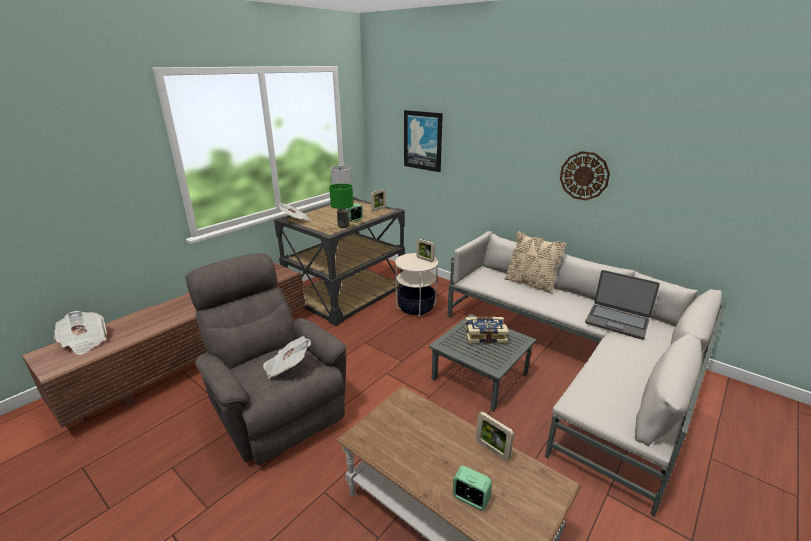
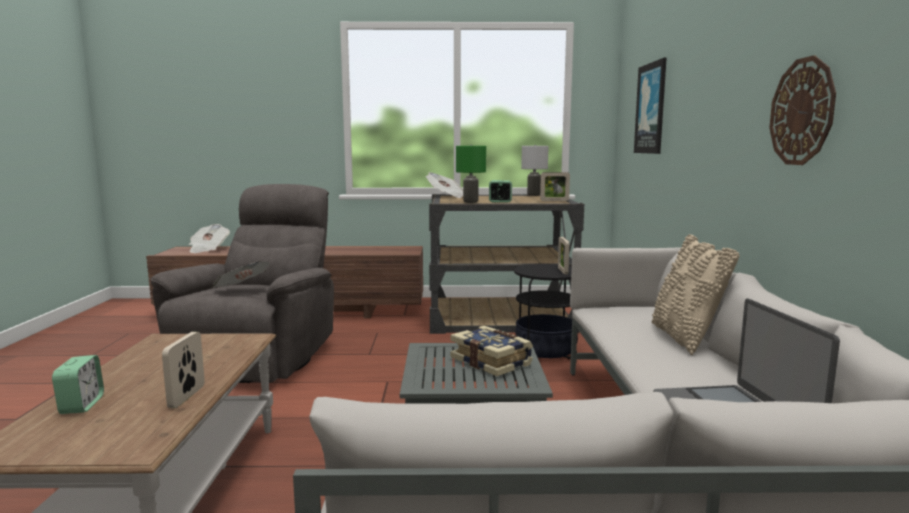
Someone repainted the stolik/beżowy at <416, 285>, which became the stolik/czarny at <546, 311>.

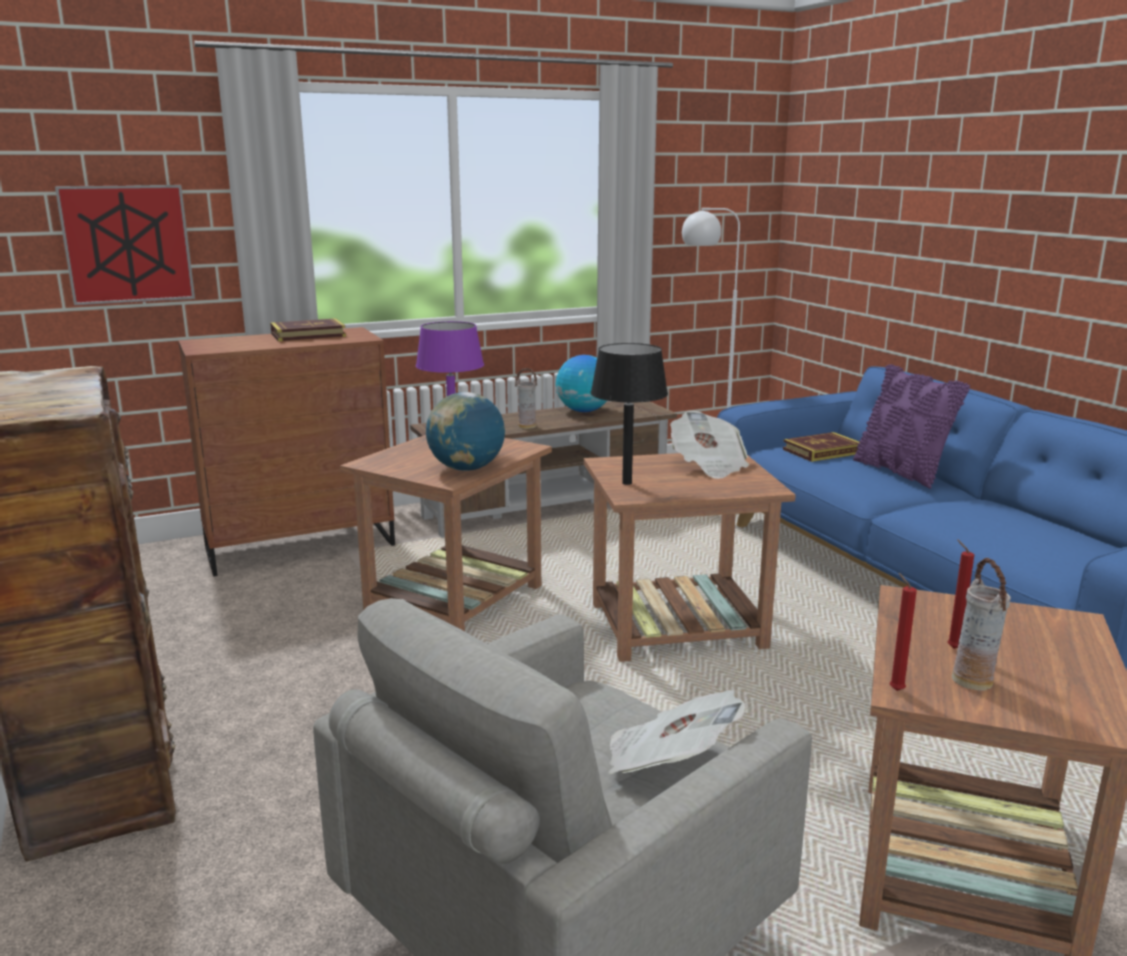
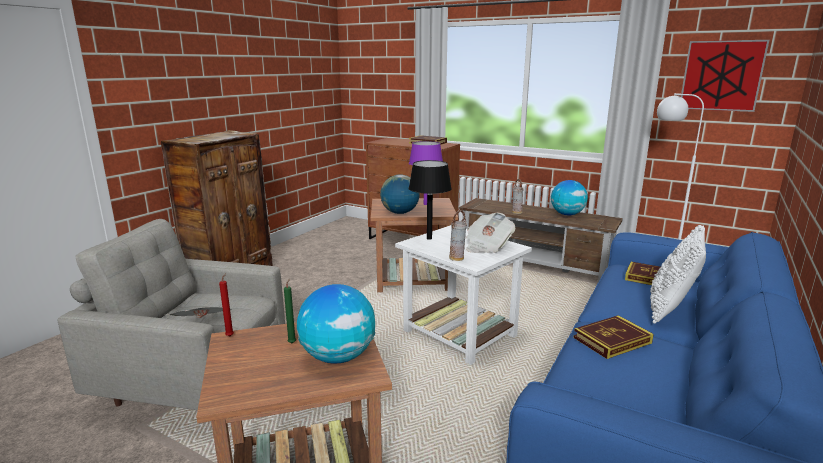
Someone repainted the świeca/czerwony at <960, 594>, which became the świeca/zielony at <290, 310>.
Someone put down the globus at <336, 324>.
Someone repainted the stolik/brązowy at <690, 557>, which became the stolik/biały at <463, 295>.
Someone carried the wazon from <981, 624> to <458, 235>.
Someone put down the książka at <613, 337>.
Someone repainted the poduszka/fioletowy at <911, 426>, which became the poduszka/biały at <678, 274>.
Someone carried the obraz from <125, 245> to <725, 76>.

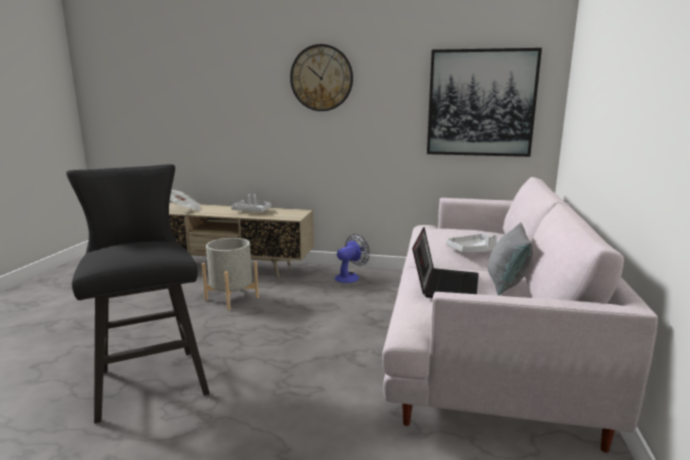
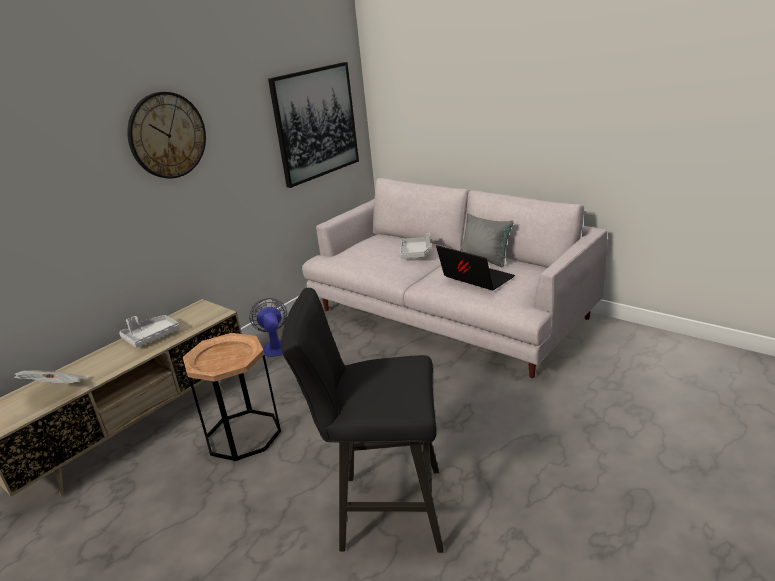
Someone swapped the donica/szary at <230, 274> for the stolik/brązowy at <232, 397>.

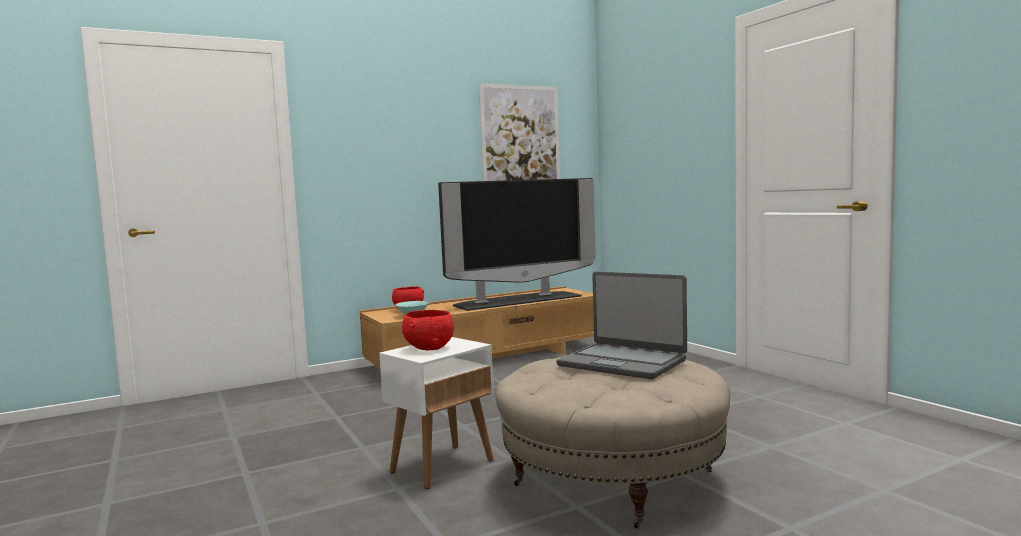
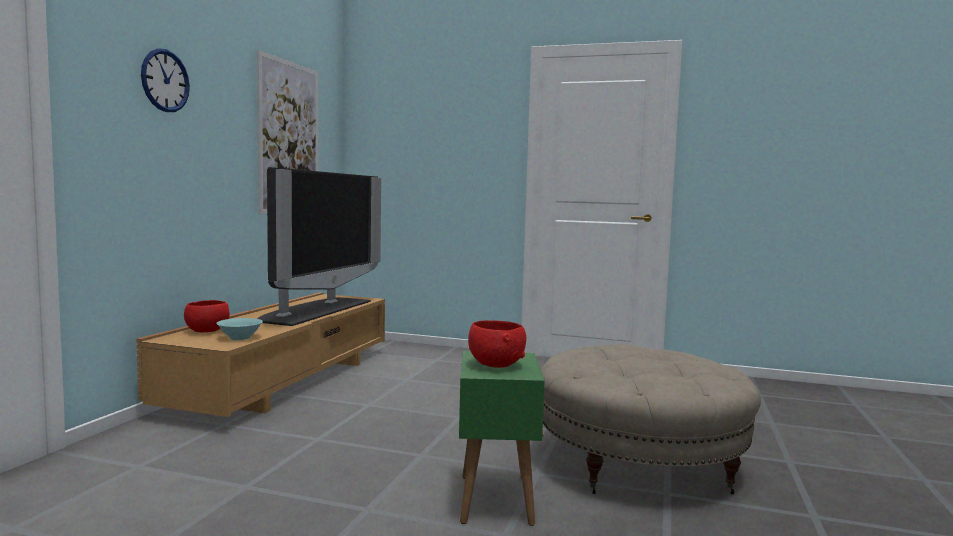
Someone put up the zegar ścienny at <165, 80>.
Someone repainted the stolik/biały at <436, 413>, which became the stolik/zielony at <502, 438>.
Someone took away the laptop at <622, 325>.

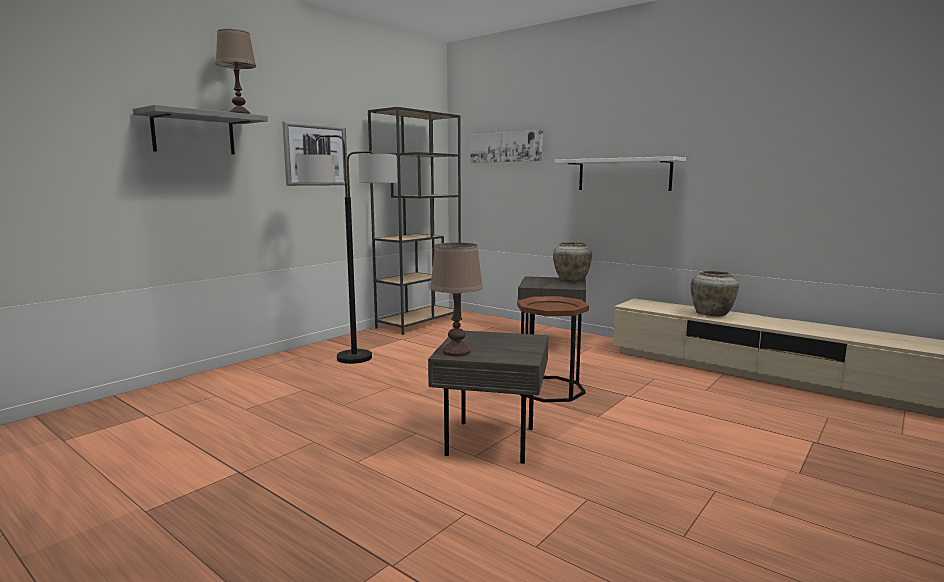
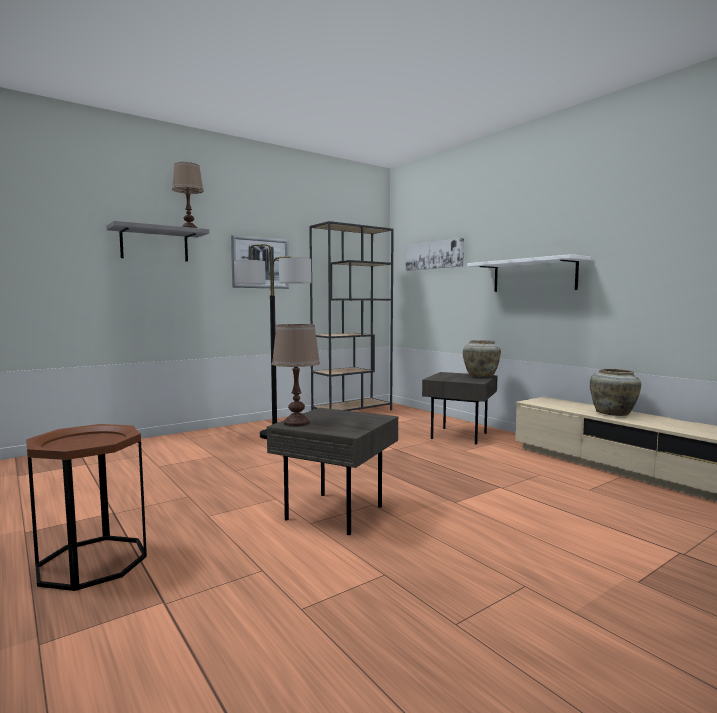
Someone carried the stolik/brązowy from <553, 349> to <86, 507>.

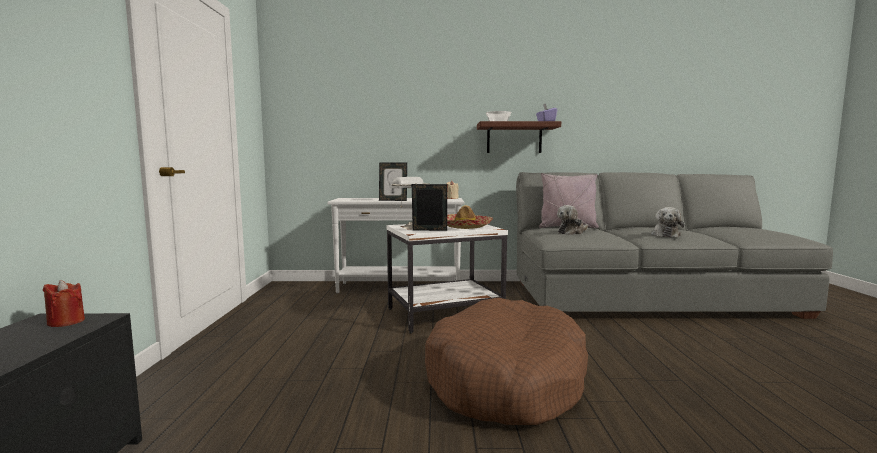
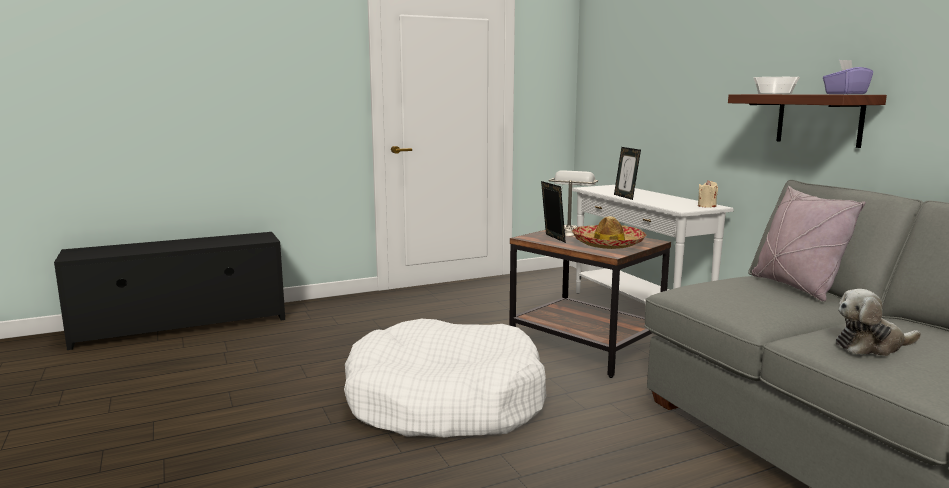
Someone repainted the legowisko/brązowy at <506, 361>, which became the legowisko/biały at <445, 378>.
Someone repainted the stolik/biały at <447, 278>, which became the stolik/brązowy at <590, 302>.
Someone took away the świeca/czerwony at <64, 303>.
Someone took away the pluszak at <572, 220>.

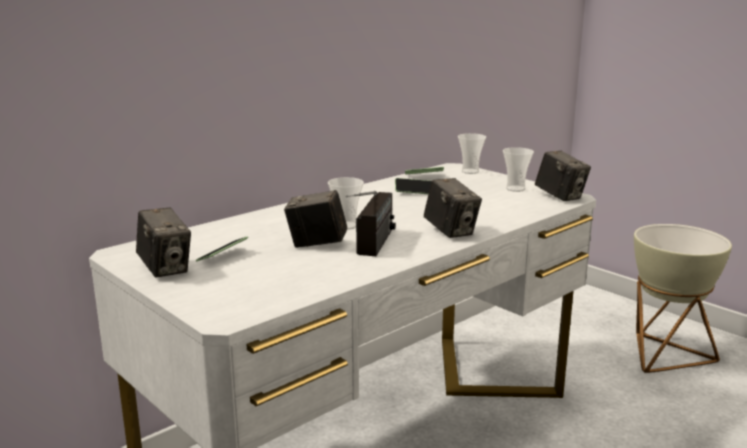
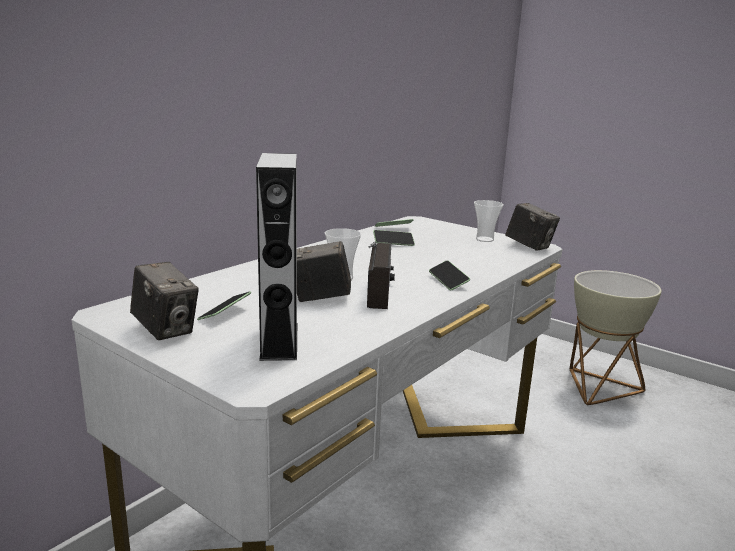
Someone put down the głośnik/szary at <276, 257>.
Someone swapped the aparat fotograficzny at <453, 208> for the telefon at <449, 275>.
Someone took away the filiżanka at <472, 153>.

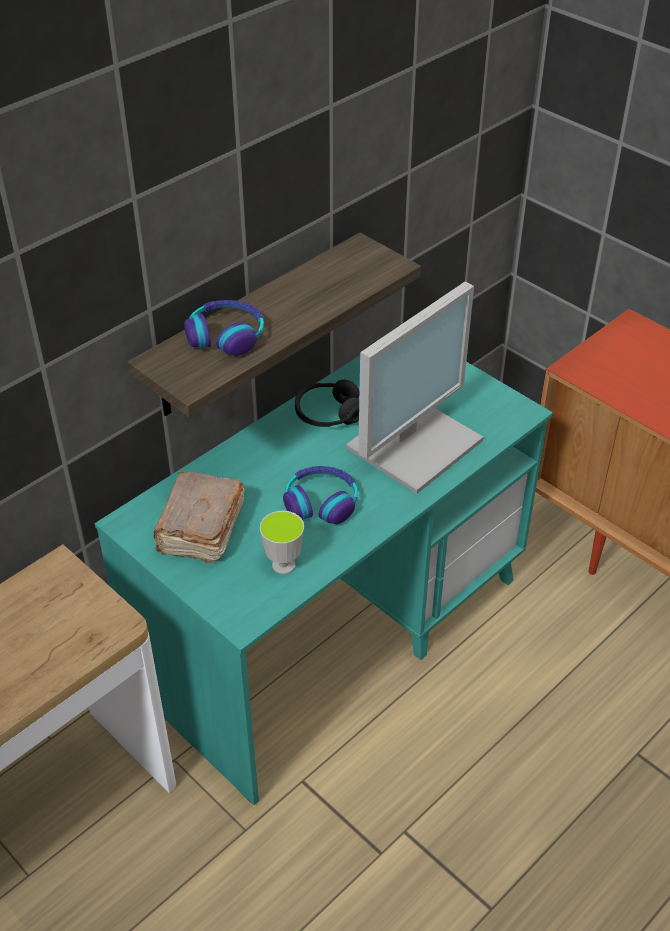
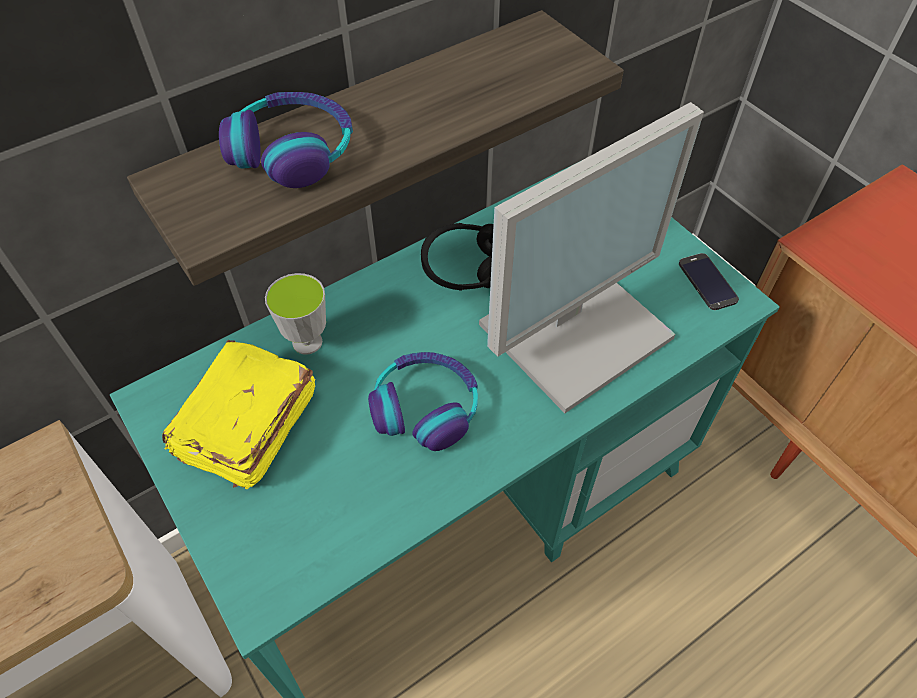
Someone repainted the książka/brązowy at <199, 518>, which became the książka/żółty at <238, 414>.
Someone carried the filiżanka from <282, 542> to <295, 314>.
Someone put down the telefon at <709, 281>.

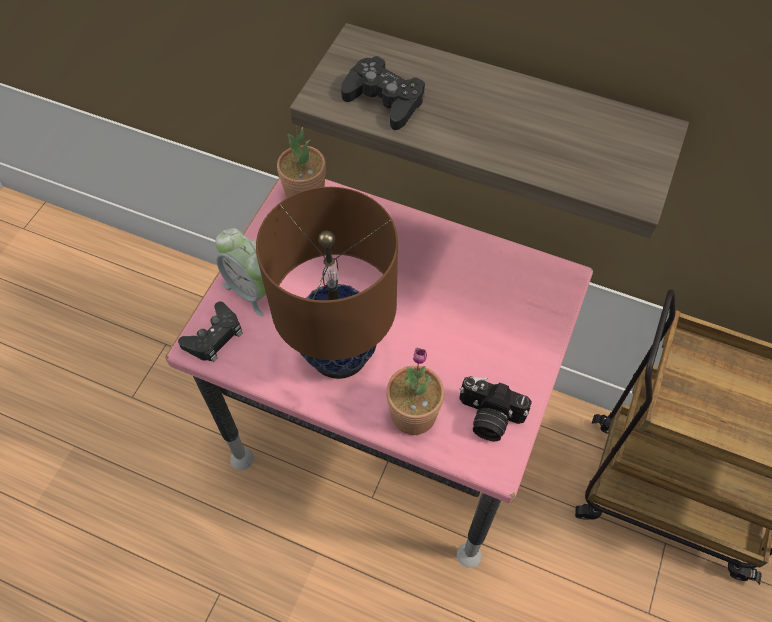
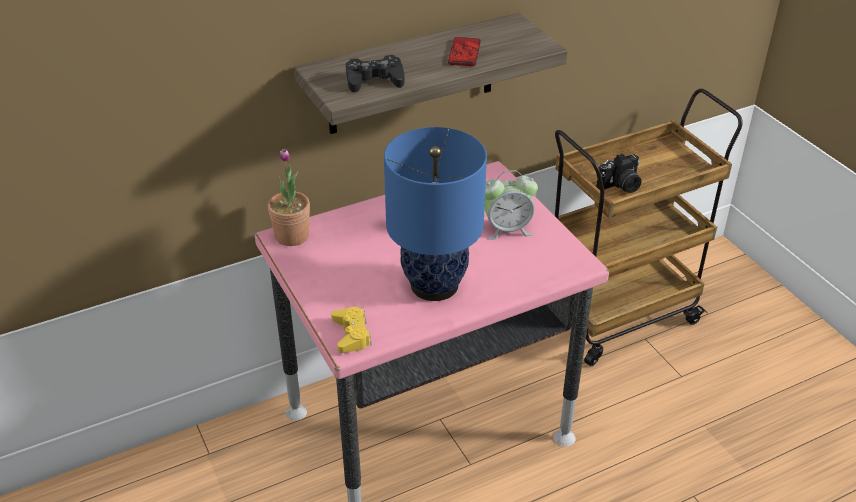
Someone repainted the pad do gier/czarny at <210, 331>, which became the pad do gier/żółty at <351, 330>.
Someone repainted the lampa stołowa/brązowy at <327, 283>, which became the lampa stołowa/niebieski at <435, 214>.
Someone put down the telefon at <464, 51>.
Someone carried the budzik from <240, 272> to <511, 205>.
Someone carried the aparat fotograficzny from <495, 408> to <618, 173>.
Someone took away the roślina doniczkowa at <415, 391>.

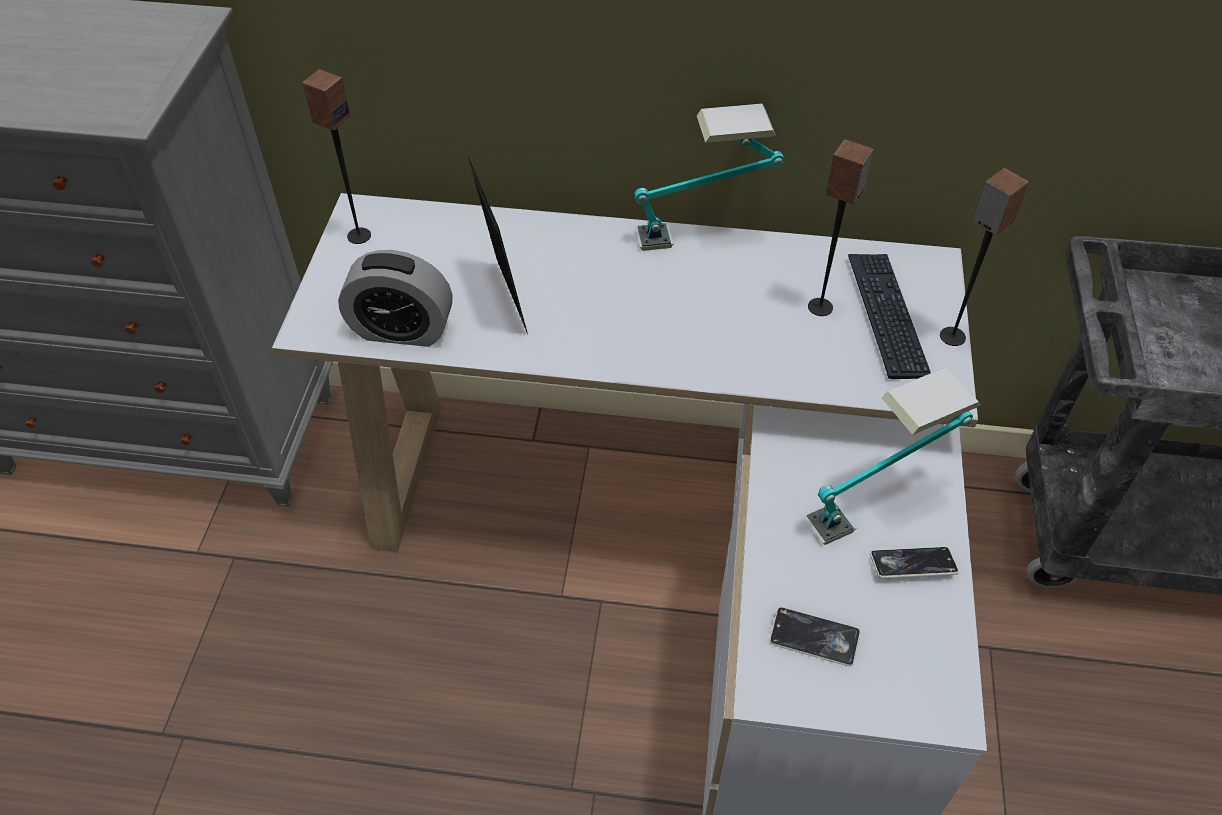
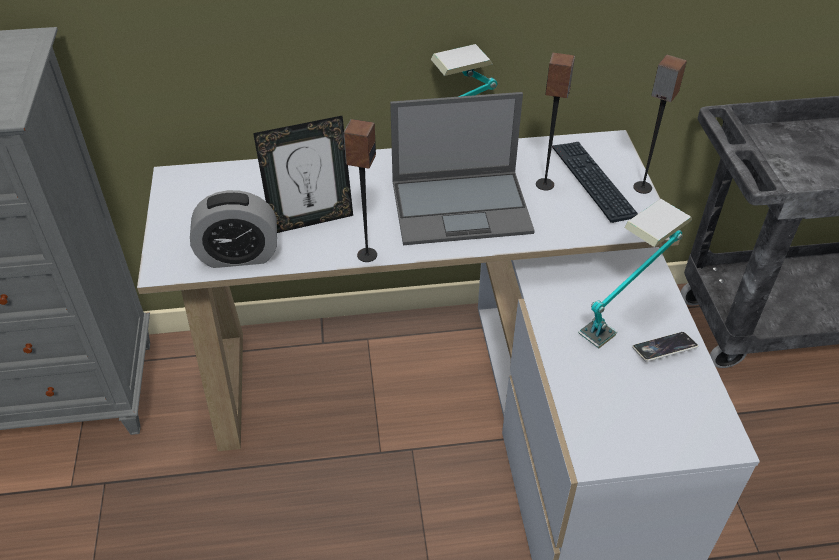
Someone rotated the ramka na zdjęcie at <497, 244> by 105 degrees clockwise.
Someone carried the głośnik from <336, 156> to <360, 190>.
Someone put down the laptop at <462, 168>.
Someone took away the telefon at <815, 636>.

